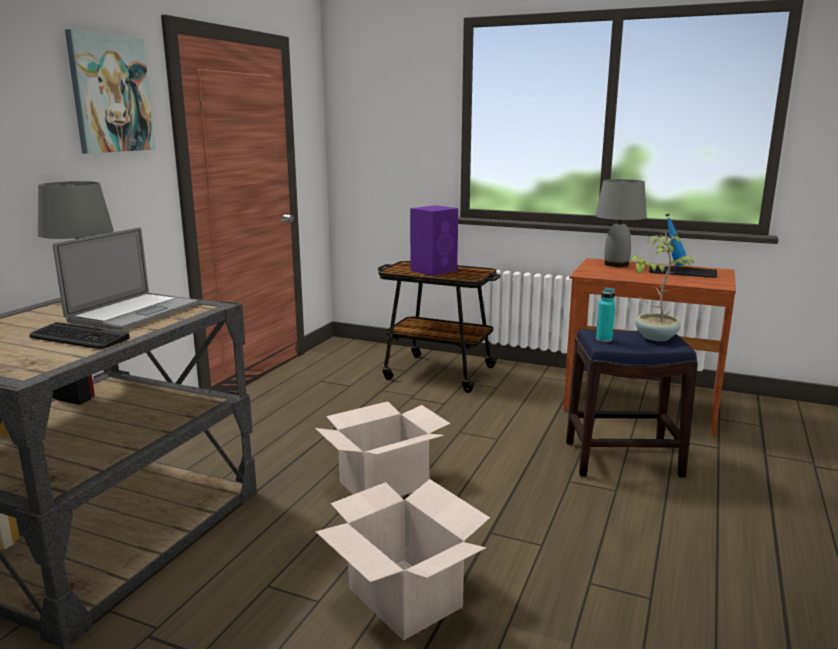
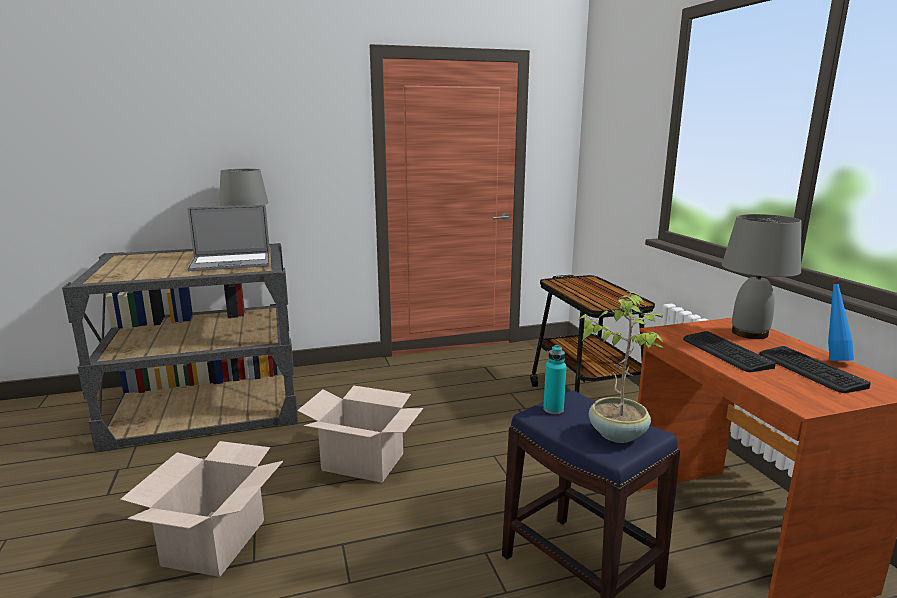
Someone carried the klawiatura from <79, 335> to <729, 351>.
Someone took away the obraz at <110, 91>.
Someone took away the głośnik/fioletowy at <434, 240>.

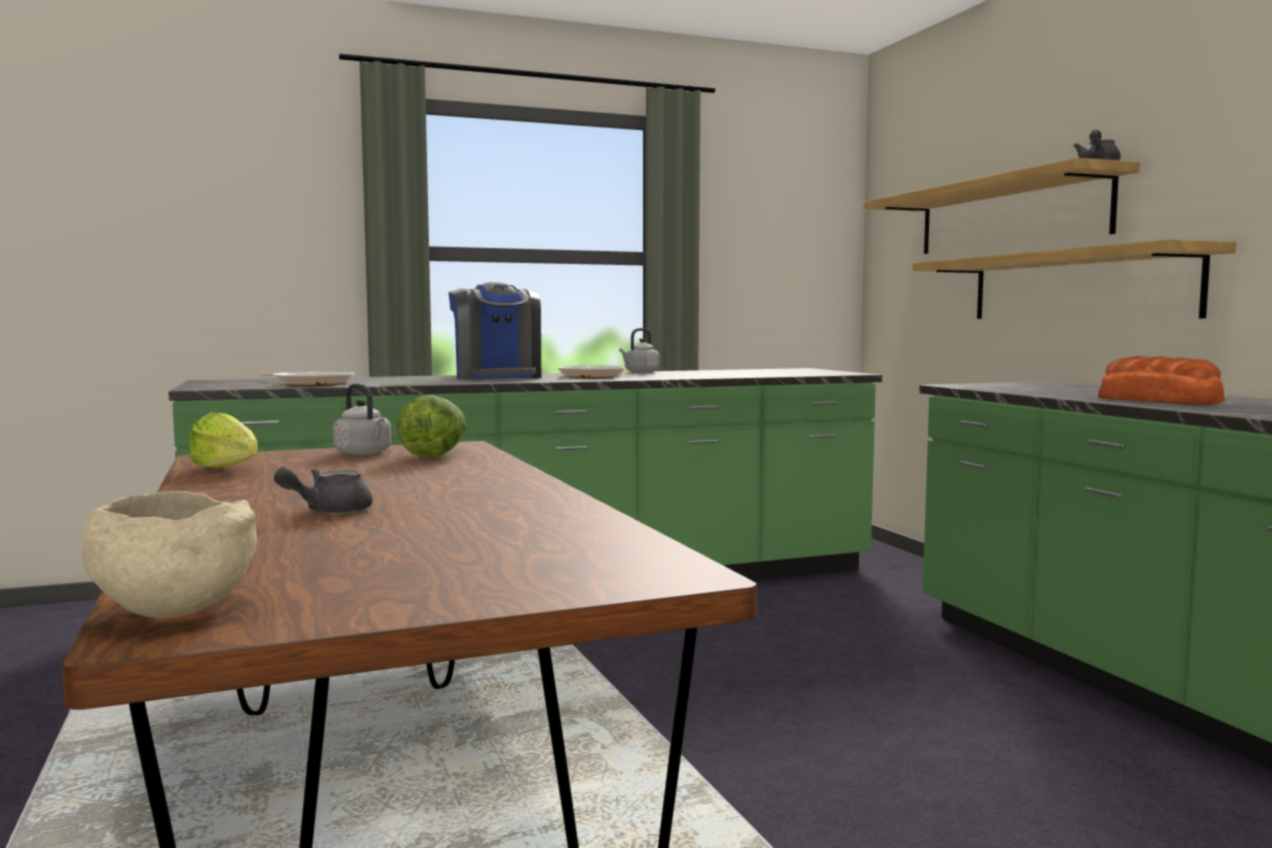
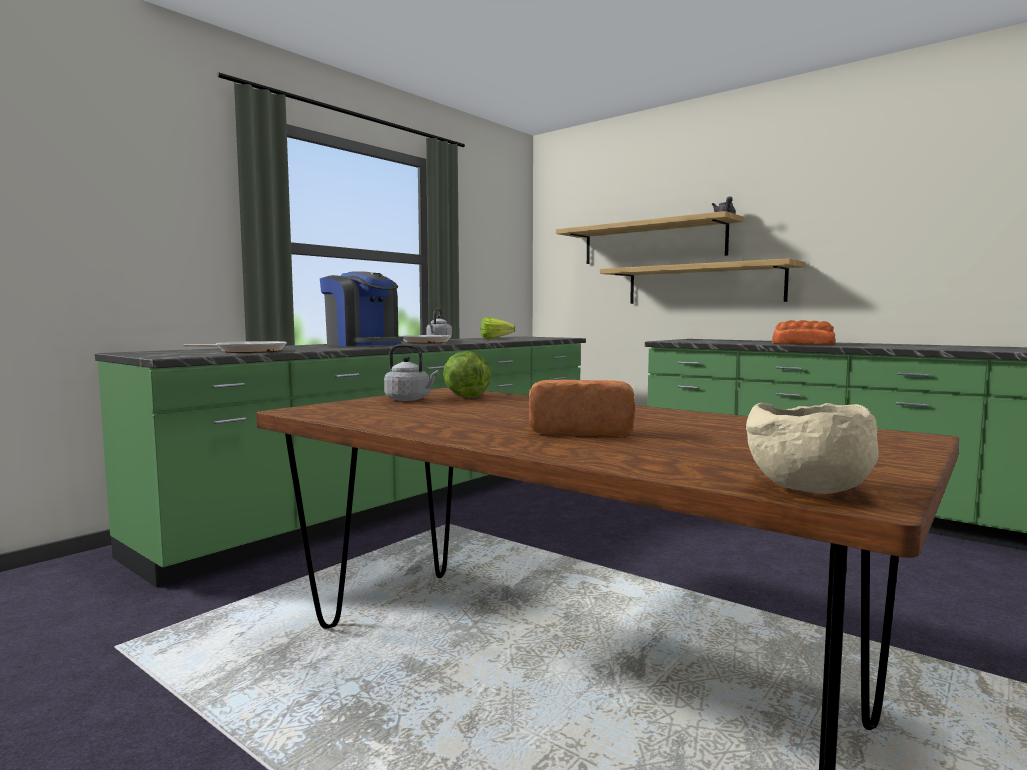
Someone carried the sałata from <223, 440> to <498, 328>.
Someone swapped the imbryk/szary at <323, 490> for the chleb at <582, 408>.

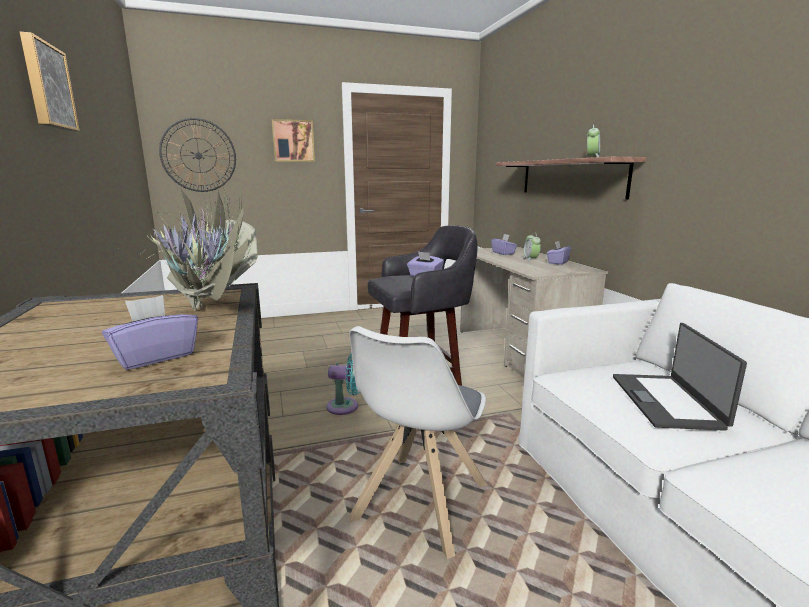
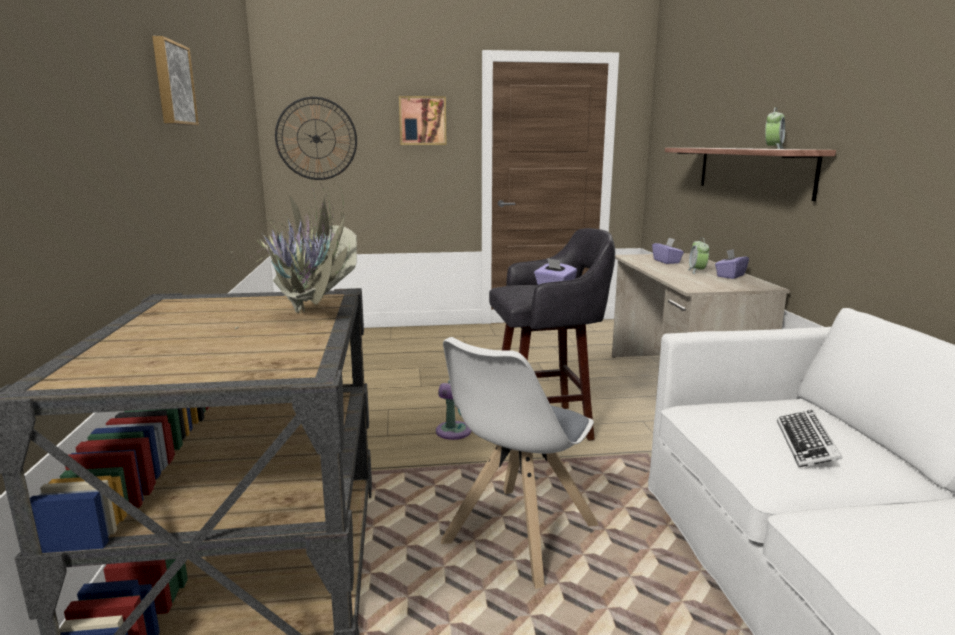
Someone swapped the laptop at <680, 377> for the klawiatura at <809, 438>.
Someone took away the pudełko chusteczek/fioletowy at <150, 332>.

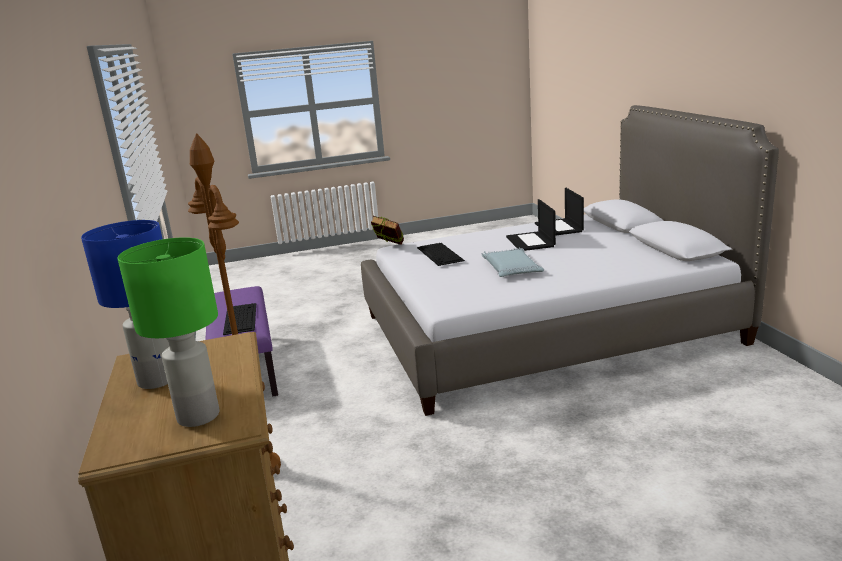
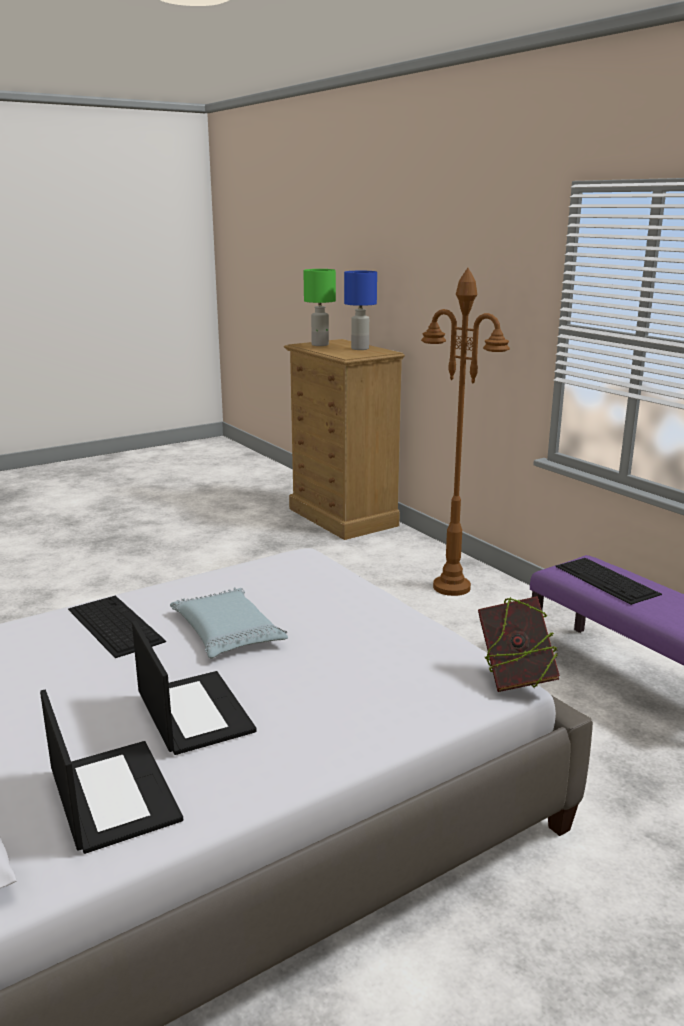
Someone carried the klawiatura from <441, 254> to <117, 627>.

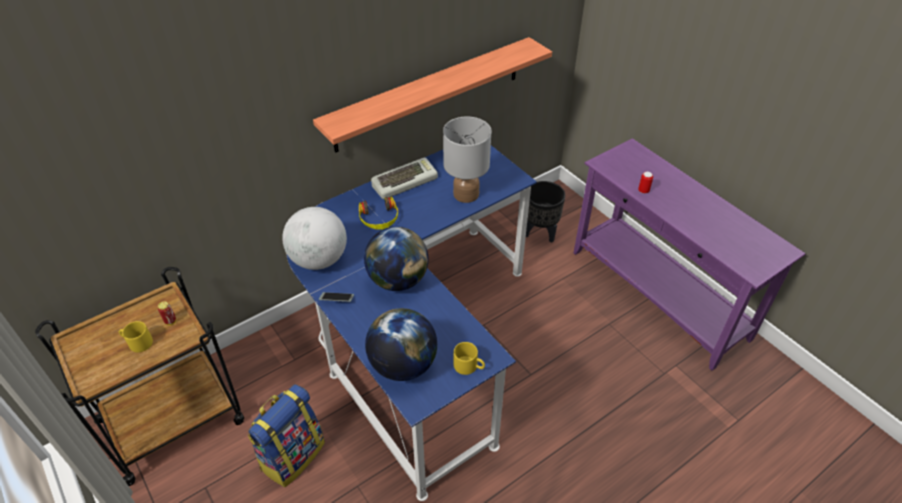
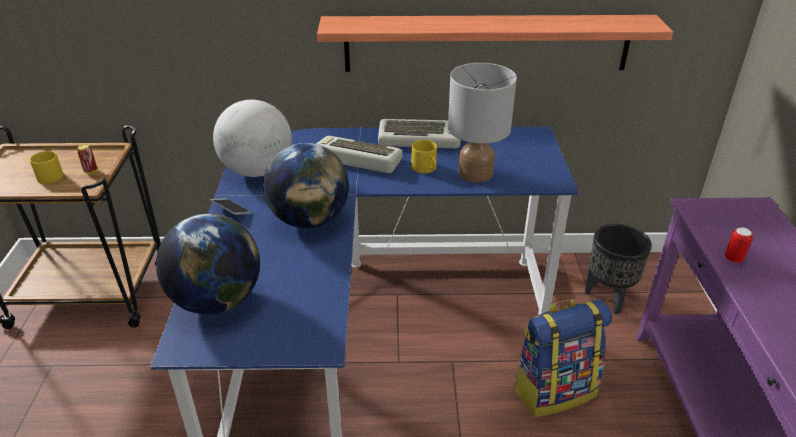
Someone swapped the słuchawki at <378, 213> for the klawiatura at <359, 154>.
Someone carried the kubek/żółty from <469, 358> to <424, 157>.
Someone carried the plecak from <286, 435> to <563, 358>.

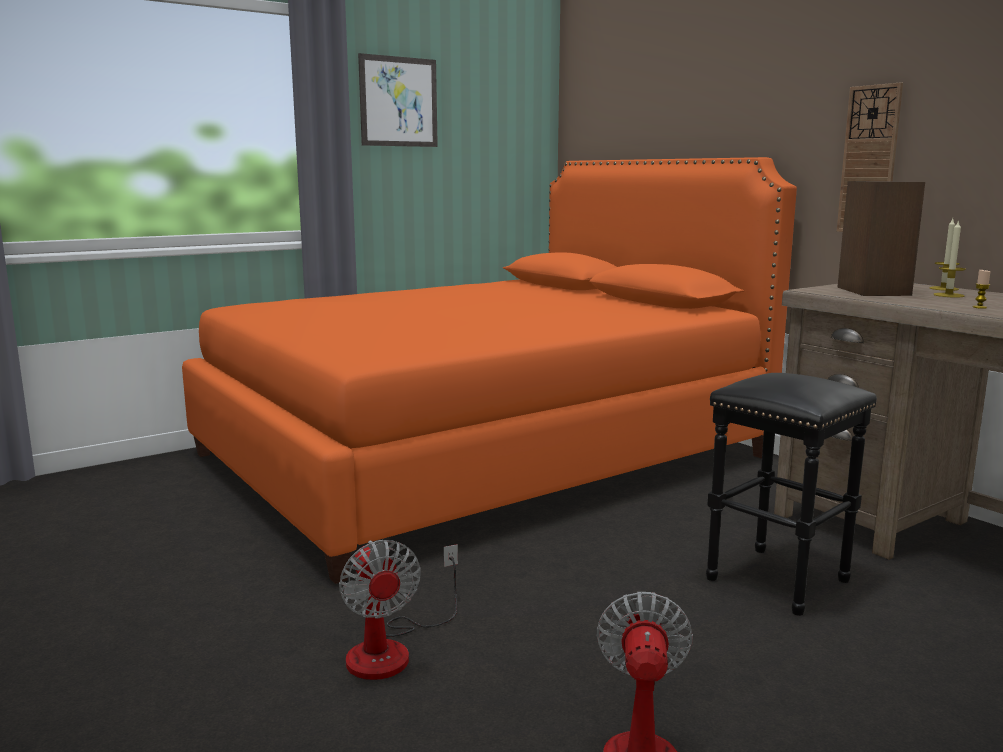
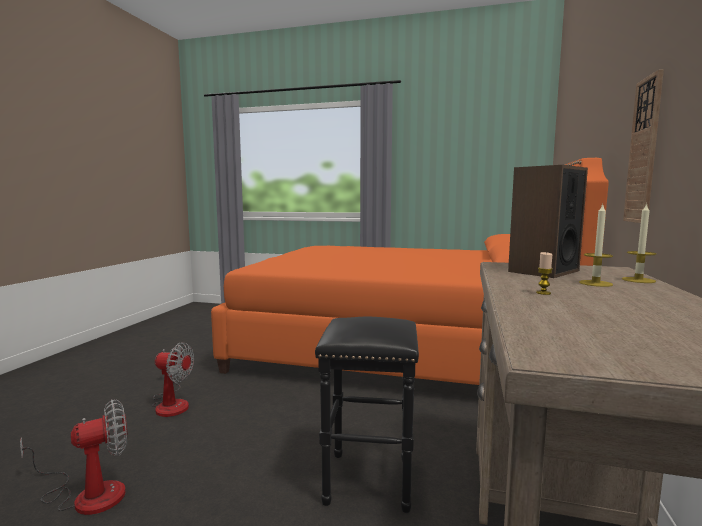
Someone rotated the wentylator at <398, 610> by 105 degrees counterclockwise.
Someone took away the obraz at <398, 100>.

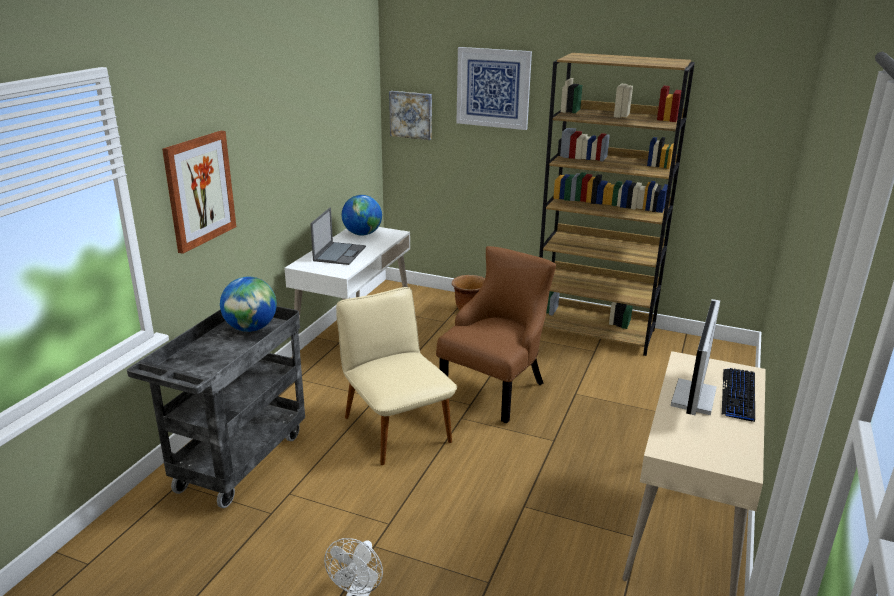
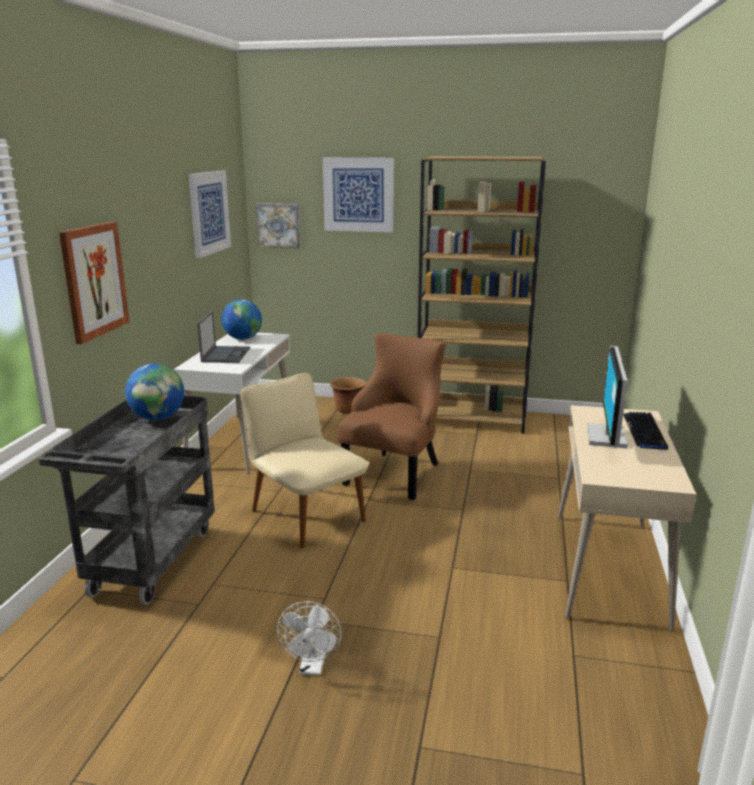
Someone put up the obraz at <209, 214>.

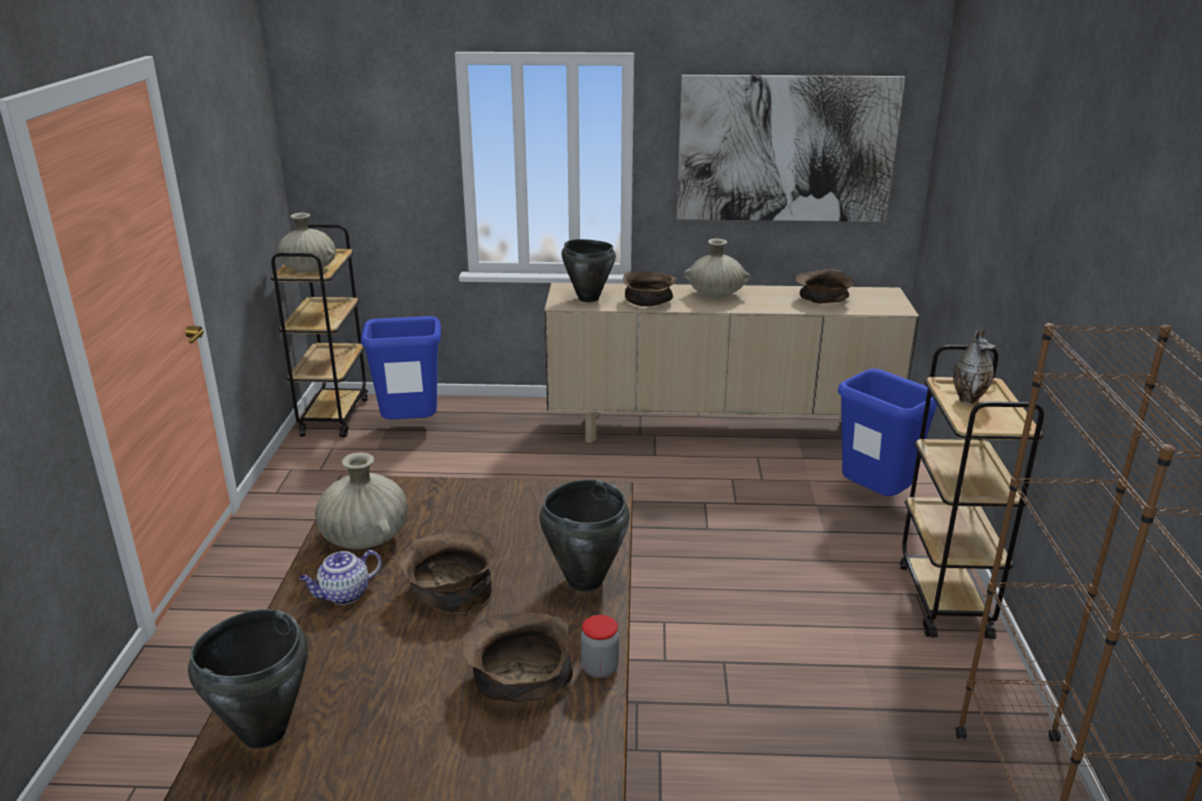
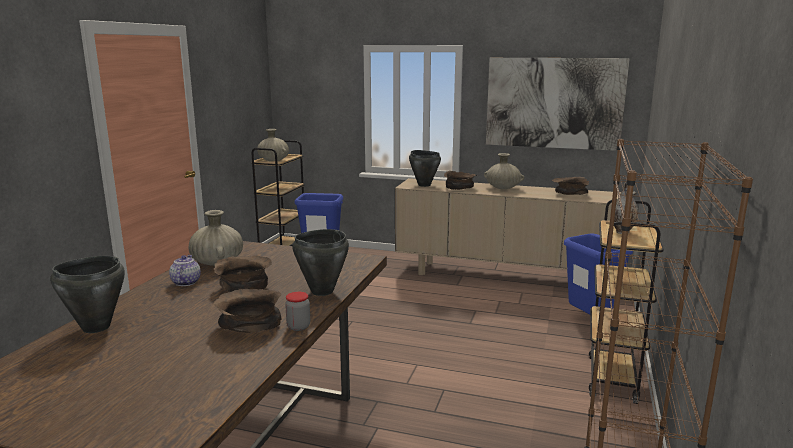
Someone rotated the imbryk at <340, 577> by 105 degrees clockwise.

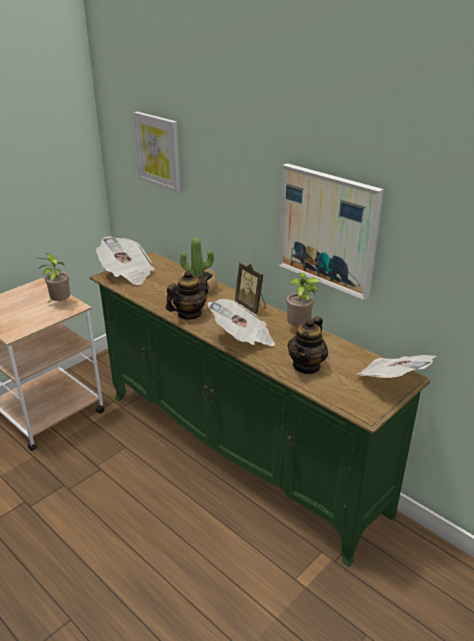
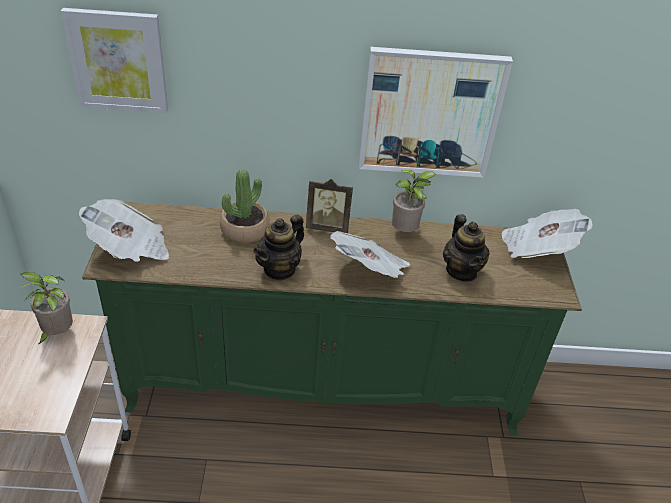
Someone rotated the imbryk at <188, 294> by 150 degrees counterclockwise.

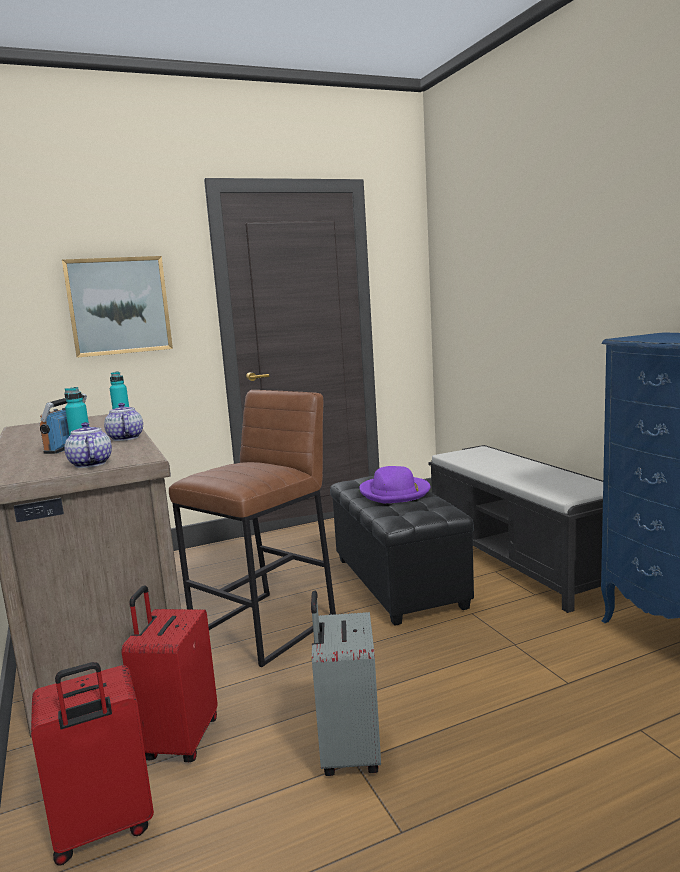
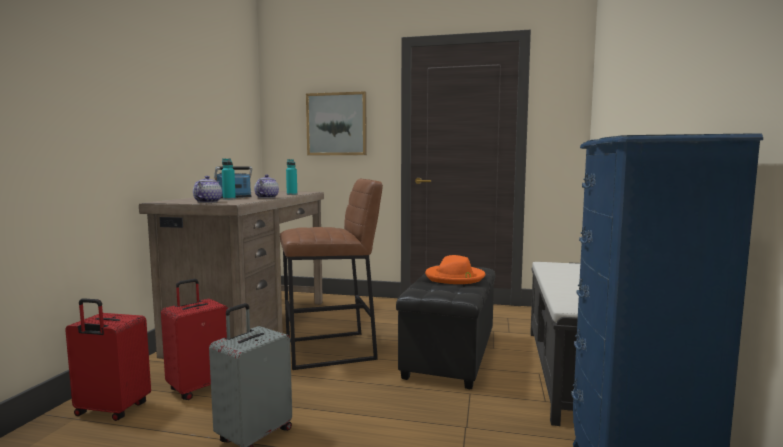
Someone repainted the kapelusz/fioletowy at <395, 484>, which became the kapelusz/pomarańczowy at <455, 269>.

